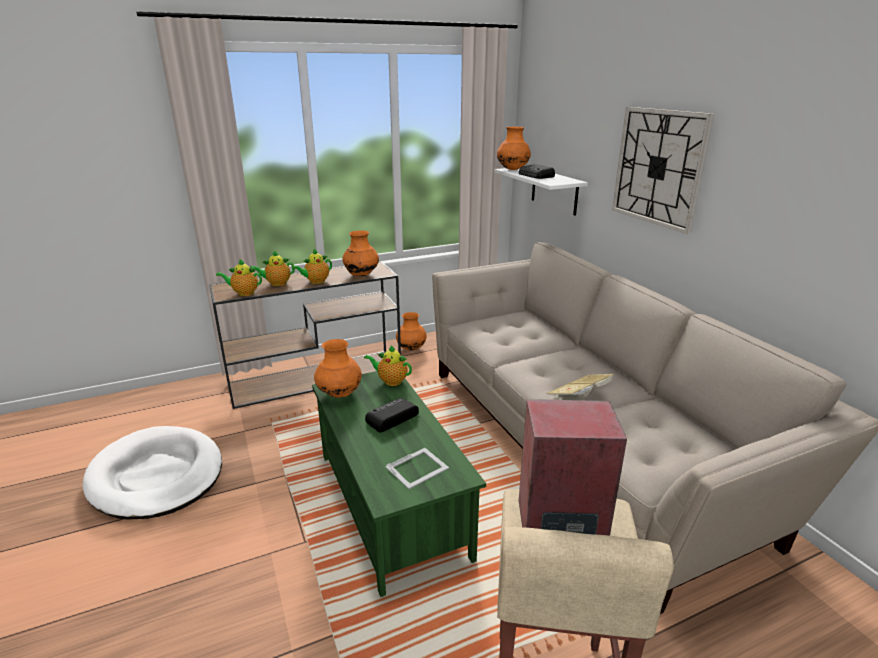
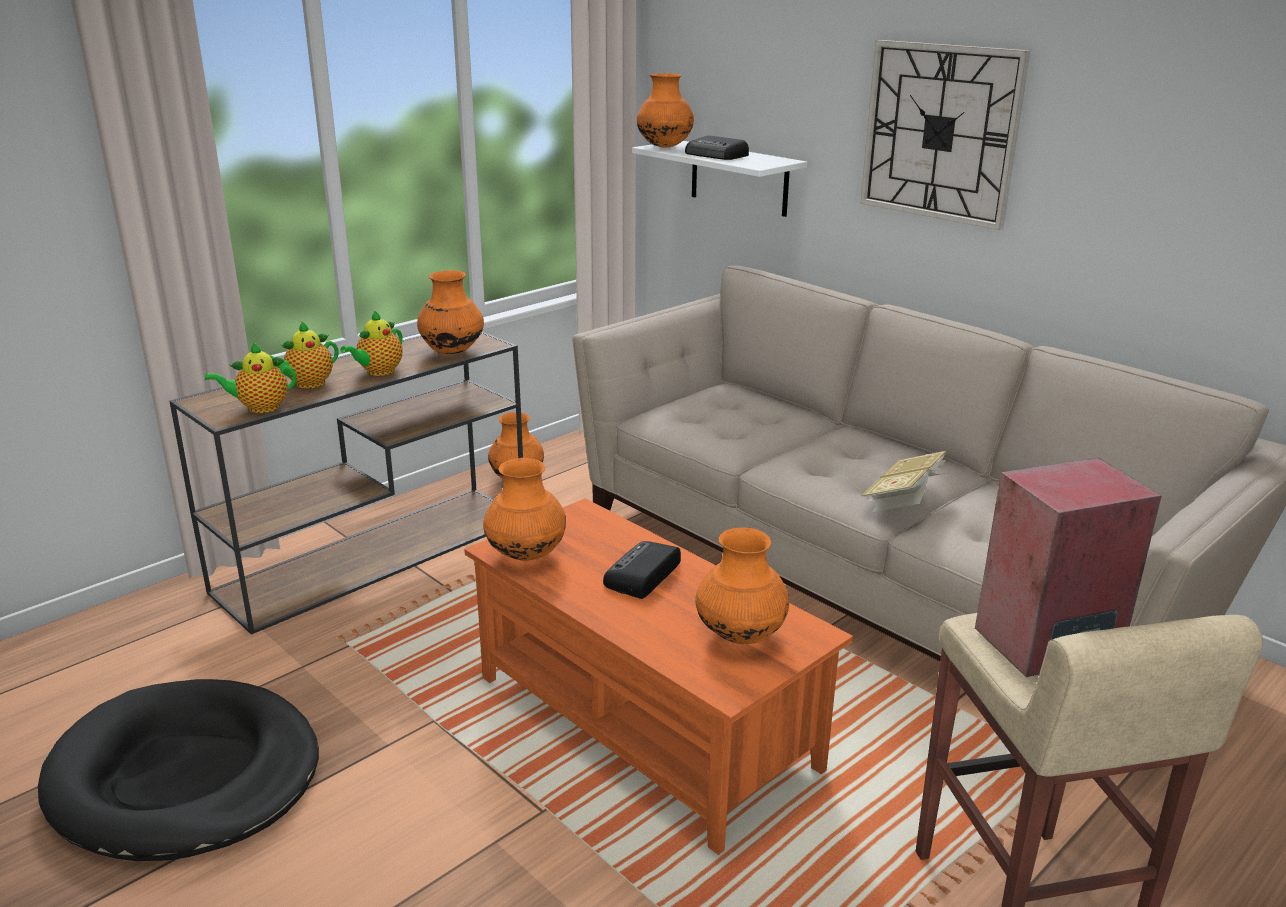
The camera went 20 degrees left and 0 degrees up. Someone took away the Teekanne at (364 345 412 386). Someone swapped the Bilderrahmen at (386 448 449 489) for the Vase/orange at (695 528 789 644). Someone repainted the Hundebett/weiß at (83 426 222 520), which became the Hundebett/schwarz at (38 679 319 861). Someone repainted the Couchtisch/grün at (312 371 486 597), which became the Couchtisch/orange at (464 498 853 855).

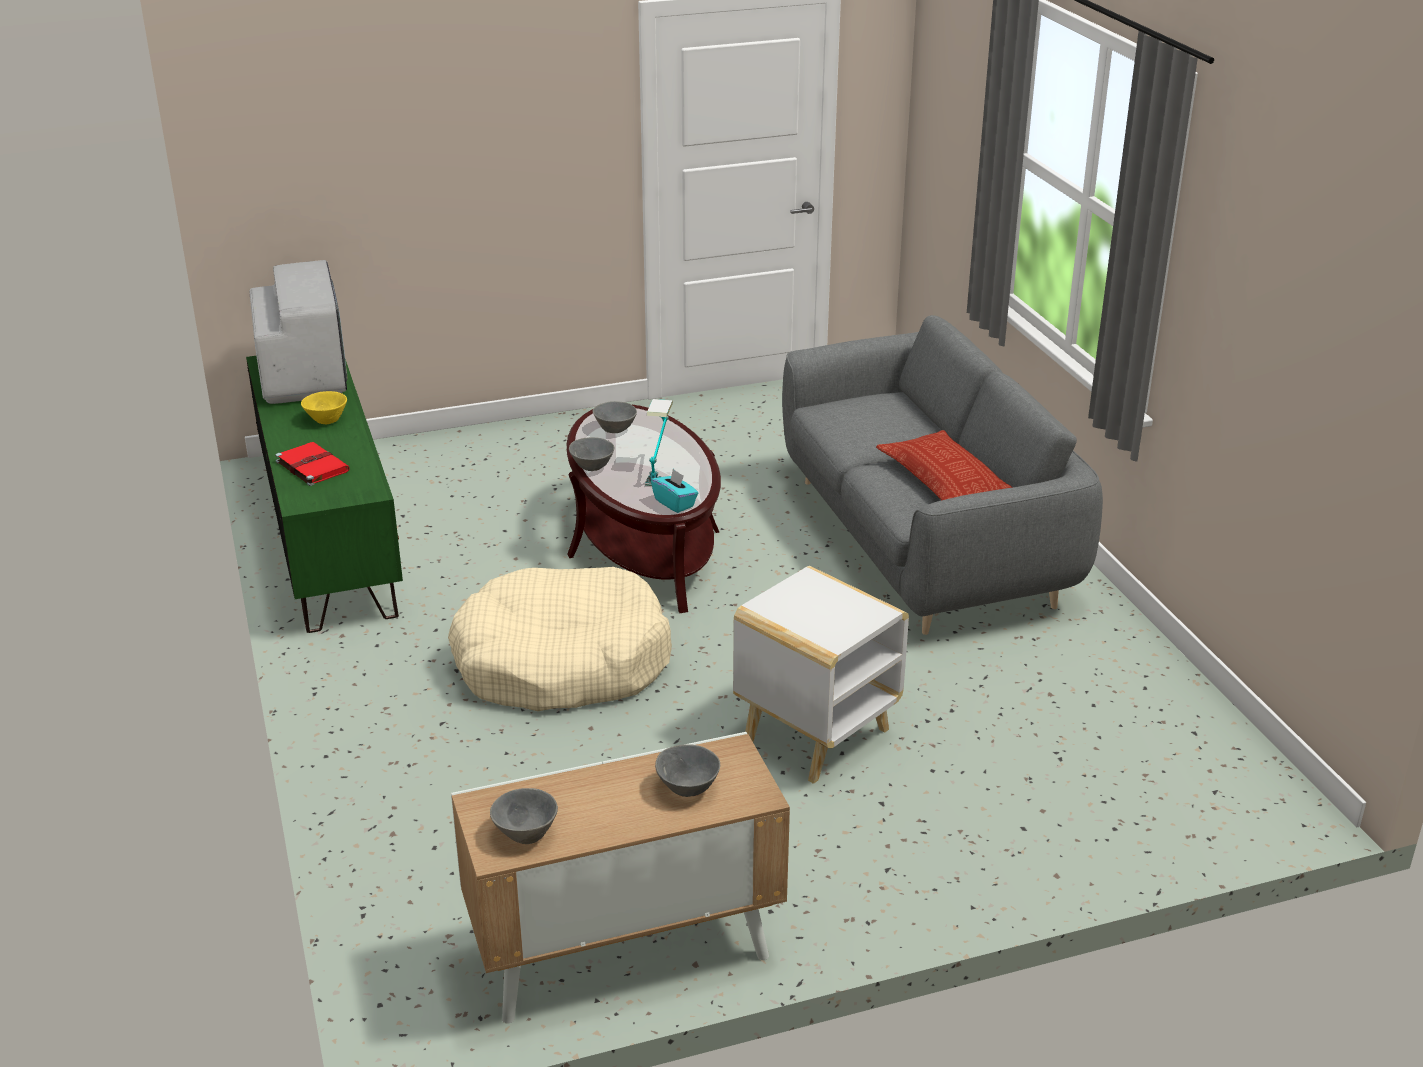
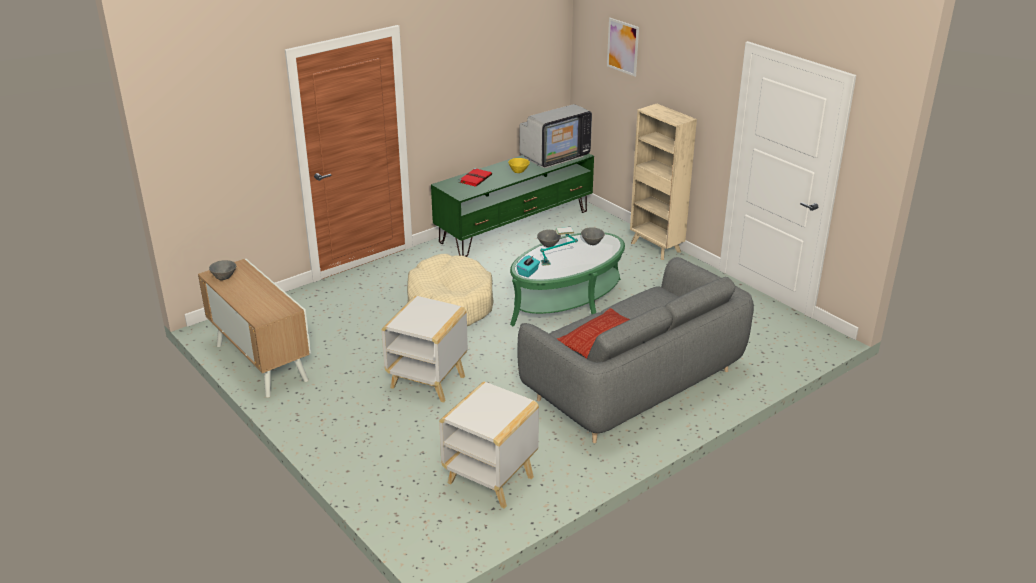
The camera went 70 degrees right and 0 degrees up. Someone took away the Schüssel/grau at (655 744 720 797). Someone put down the Beistelltisch/weiß at (439 381 539 509). Someone put up the Bild at (607 18 639 77). Someone put down the Bücherregal/beige at (630 104 697 260). Someone repainted the Couchtisch/braun at (567 404 721 613), which became the Couchtisch/grün at (510 232 625 326).

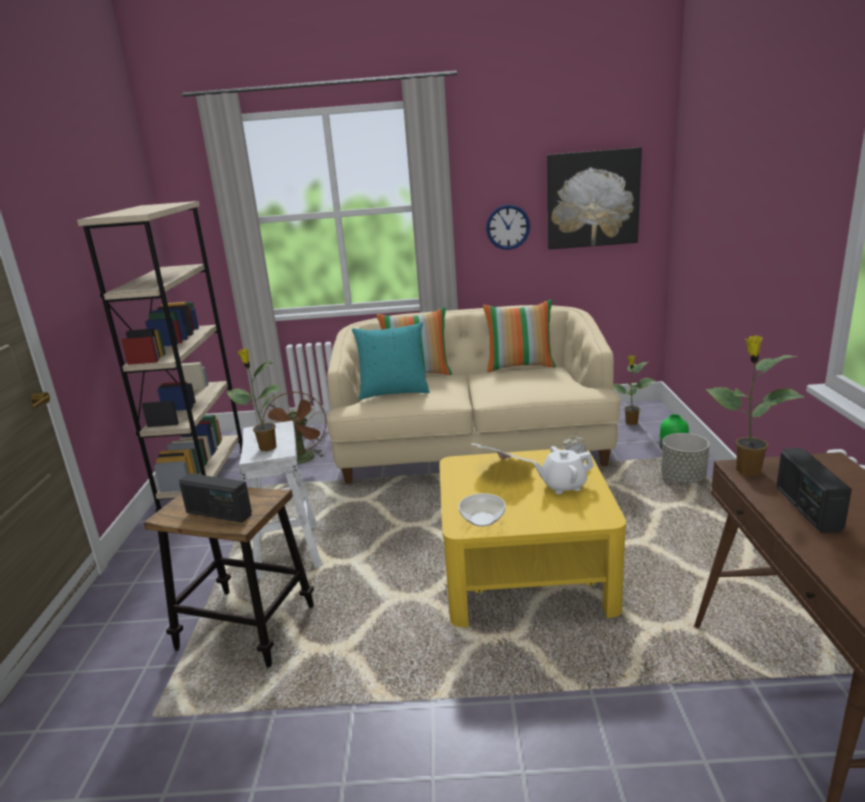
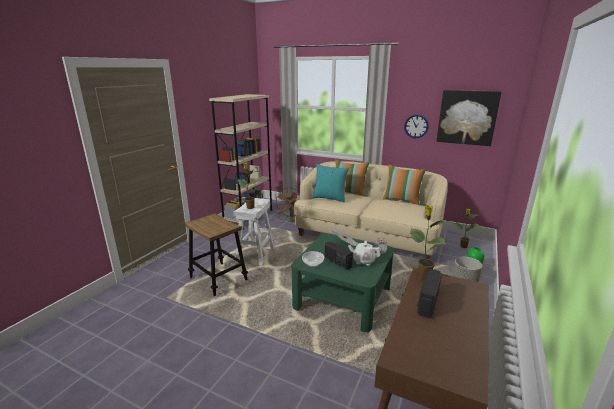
The camera went 25 degrees right and 0 degrees up. Someone carried the Radio from (179 473 252 523) to (325 241 353 270). Someone repainted the Couchtisch/gelb at (439 449 626 627), which became the Couchtisch/grün at (291 233 394 332).

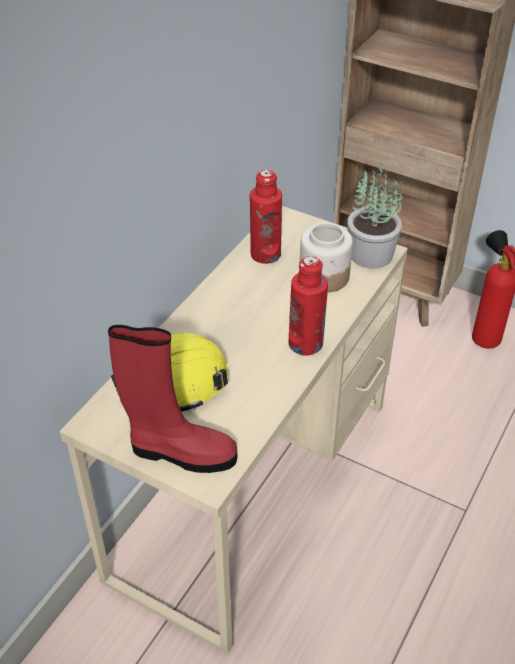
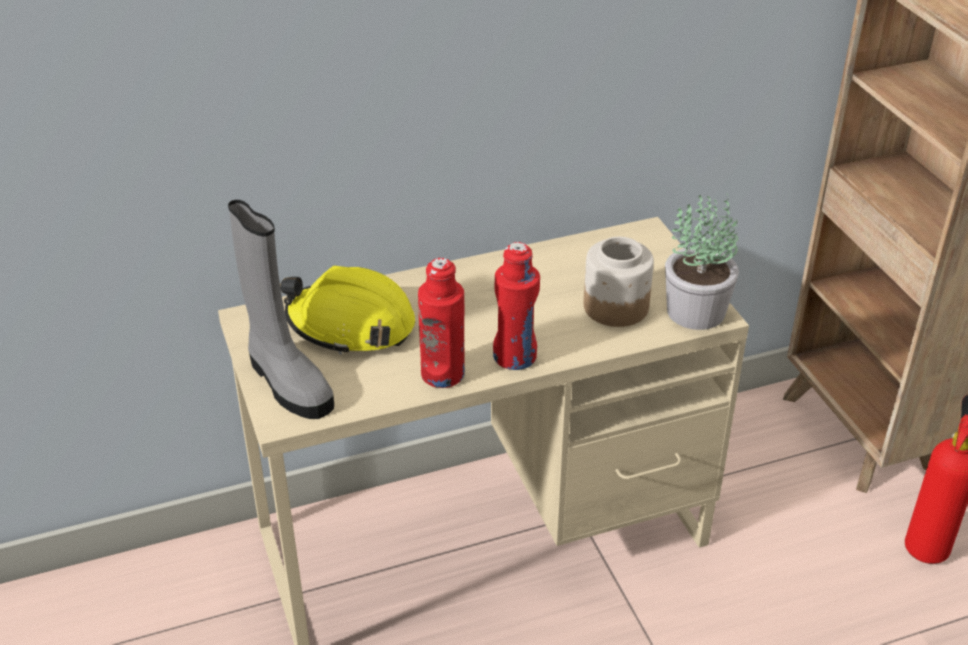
The camera went 40 degrees right and 5 degrees down. Someone carried the Flasche/rot from (250 169 282 264) to (418 258 465 388). Someone repainted the Stiefel/rot at (108 325 237 473), which became the Stiefel/grau at (228 200 334 419).

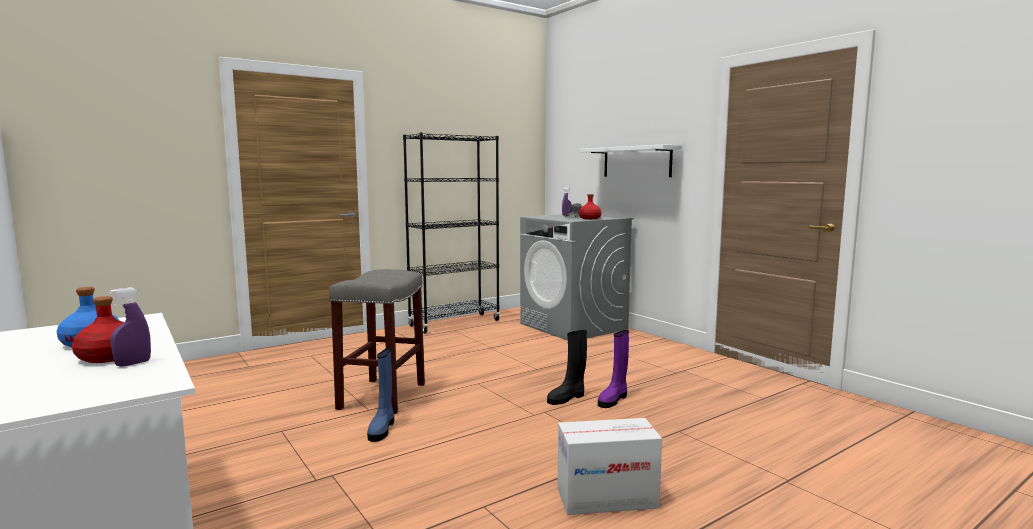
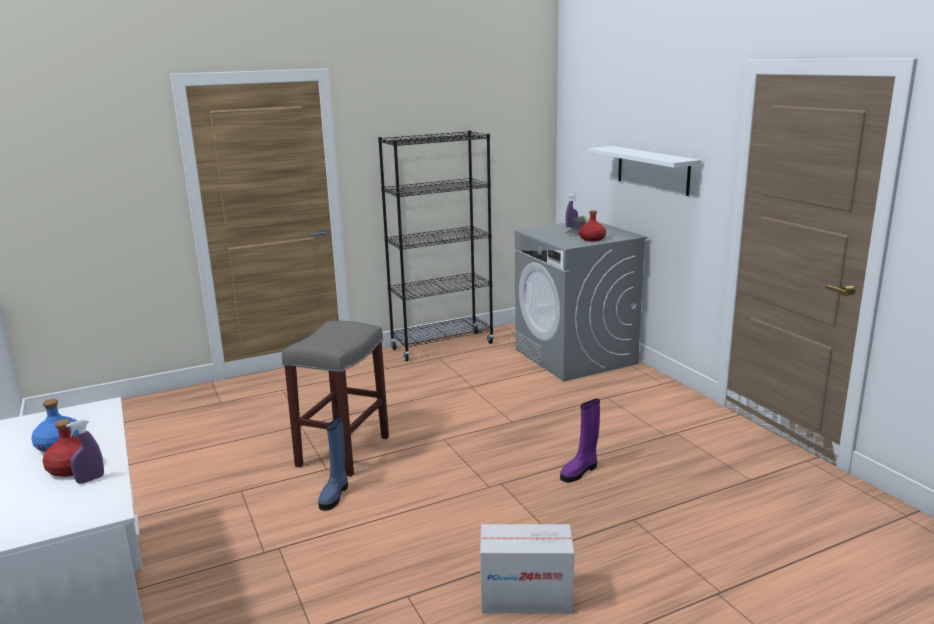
The camera went 10 degrees right and 10 degrees up. Someone took away the Stiefel/schwarz at (547 330 587 405).

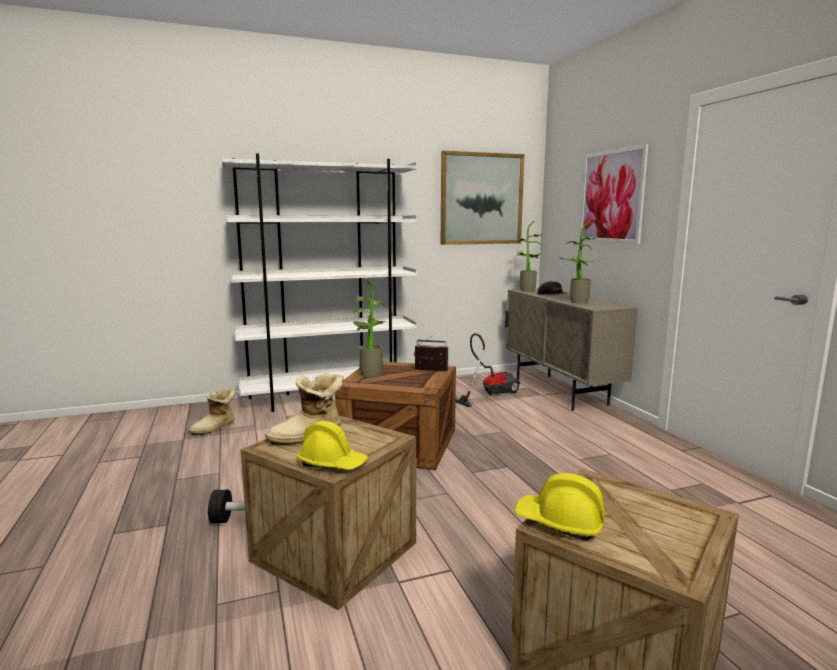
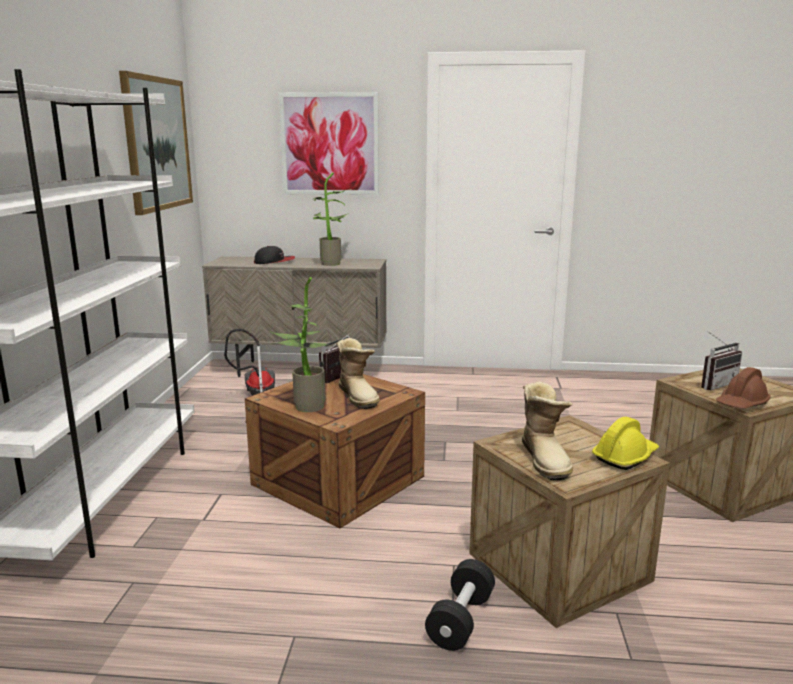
The camera went 65 degrees left and 5 degrees up. Someone took away the Topfpflanze at (517 221 548 292). Someone put down the Radio at (701 331 742 390). Someone carried the Stiefel from (188 389 235 436) to (336 338 380 409). Someone repainted the Schutzhelm/gelb at (515 473 605 541), which became the Schutzhelm/braun at (716 367 771 409).

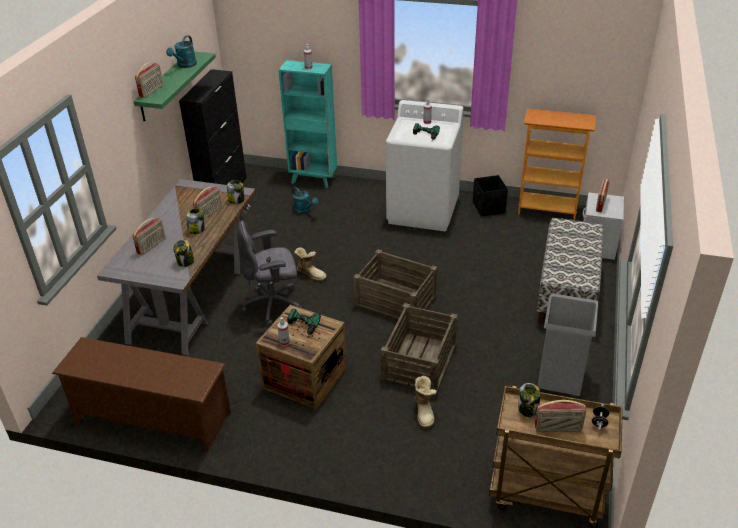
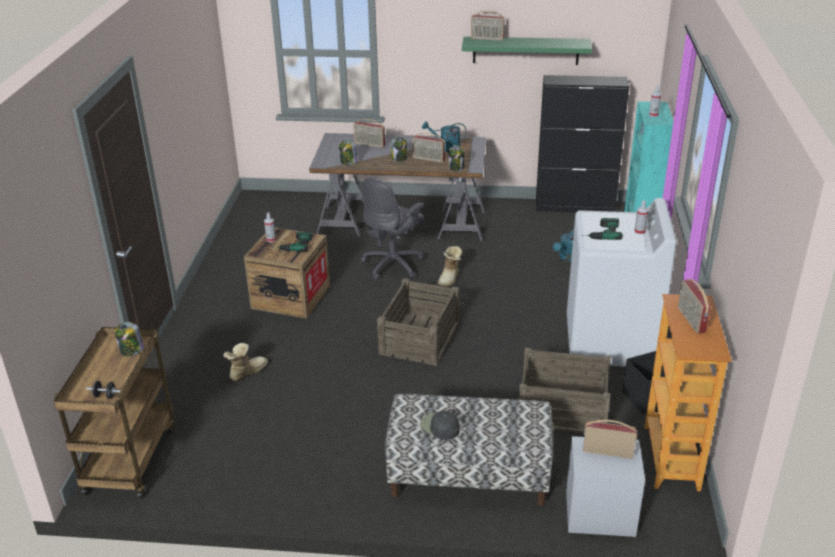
The camera went 80 degrees right and 5 degrees down. Someone took away the Schuhregal/braun at (52 337 231 451). Someone took away the Mülleimer/grau at (537 293 598 396). Someone put down the Kappe/schwarz at (420 411 460 440). Someone carried the Gießkanne/türkis from (166 35 197 68) to (422 121 466 152). Someone carried the Kiste from (381 303 458 393) to (519 348 611 433). Someone carried the Radio from (535 400 586 432) to (678 279 711 333). Someone rotated the Bürostuhl/grau at (237 221 302 326) by 120 degrees counterclockwise. Someone rotated the Stiefel at (415 375 437 428) by 150 degrees clockwise.

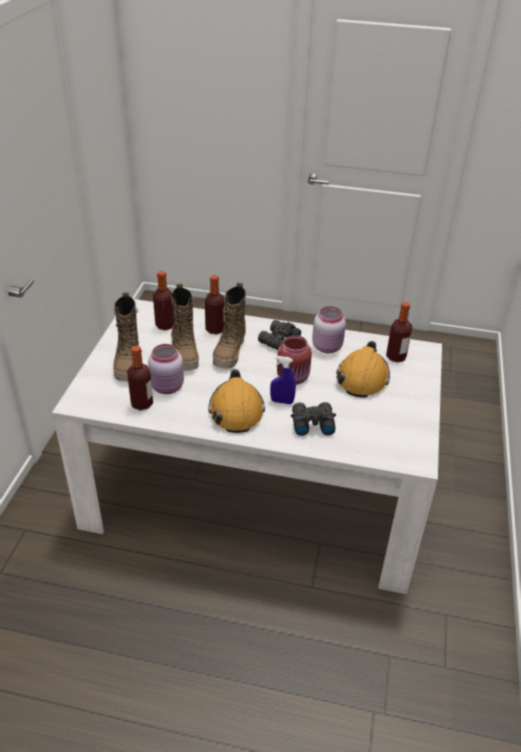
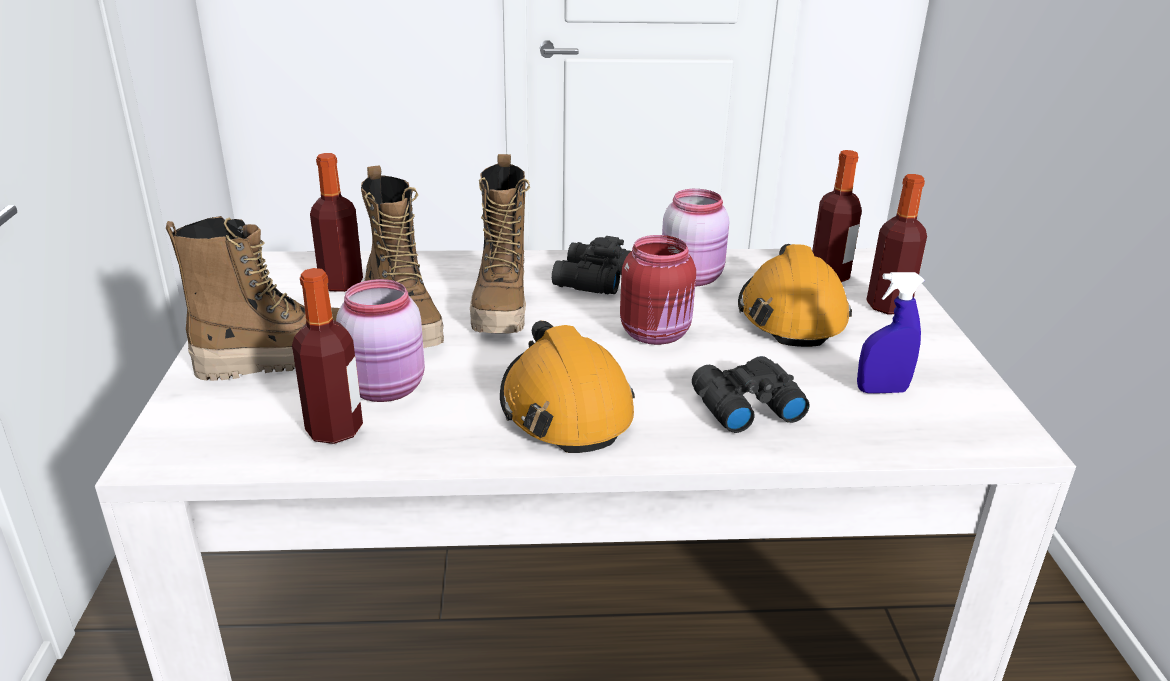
The camera went 15 degrees left and 10 degrees down. Someone carried the Flasche from (205 275 225 334) to (866 174 927 314). Someone carried the Sprühflasche/blau from (270 356 296 404) to (857 272 925 394). Someone rotated the Stiefel at (113 292 139 381) by 90 degrees counterclockwise.

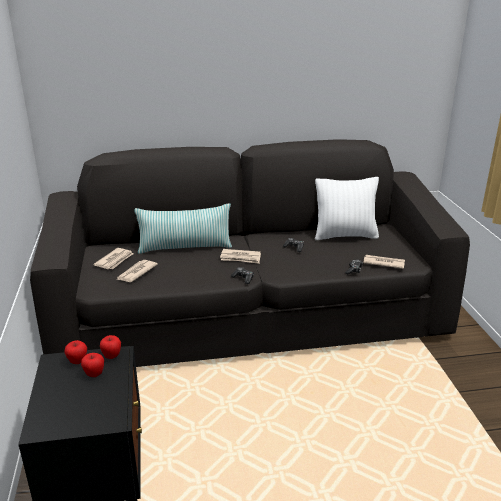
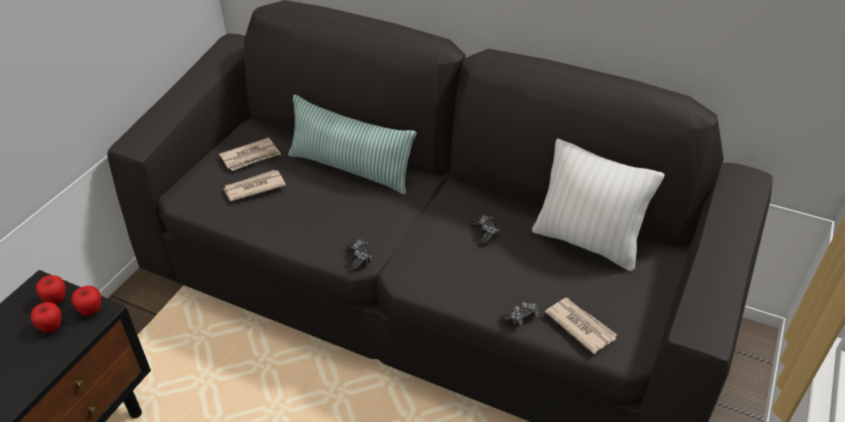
The camera went 35 degrees right and 15 degrees up. Someone took away the Zeitung at (220 249 261 264).

